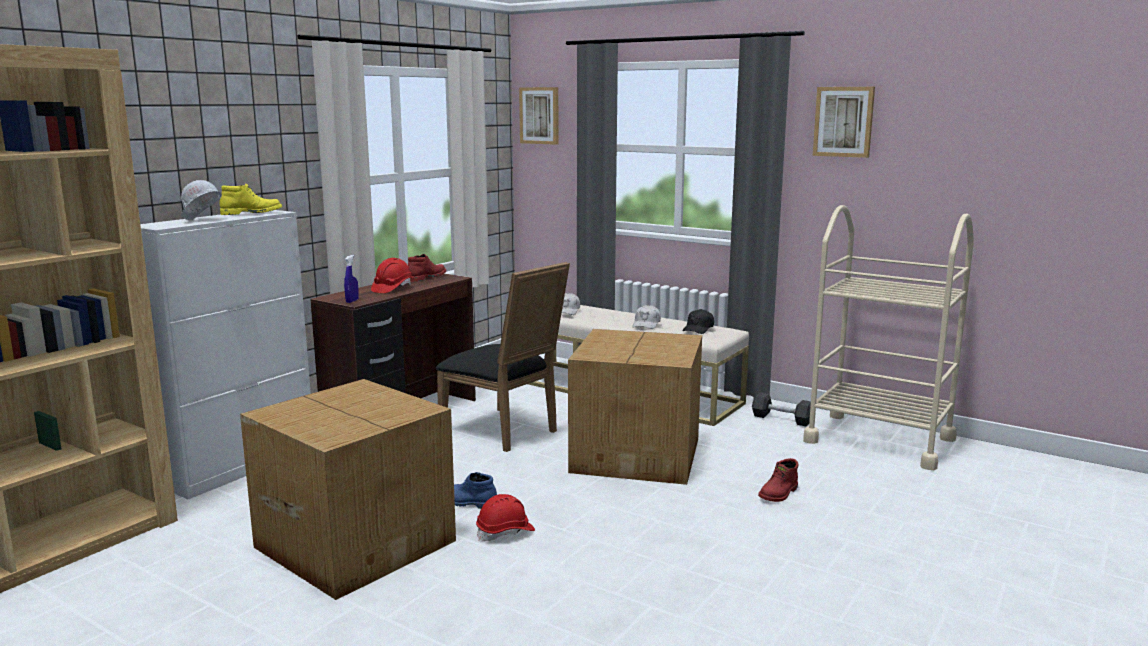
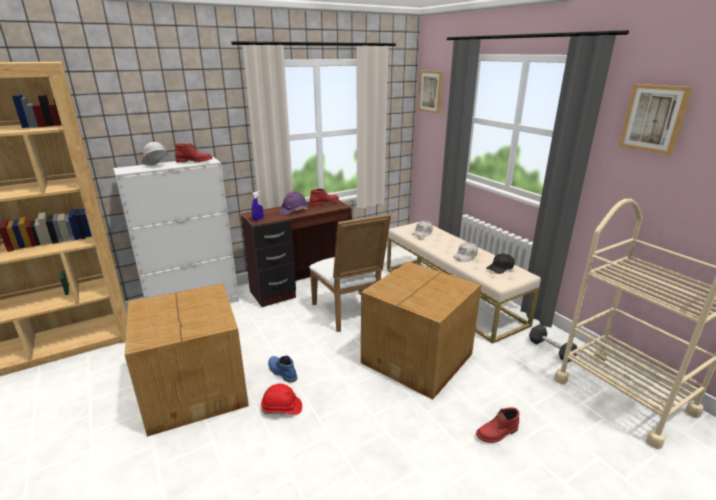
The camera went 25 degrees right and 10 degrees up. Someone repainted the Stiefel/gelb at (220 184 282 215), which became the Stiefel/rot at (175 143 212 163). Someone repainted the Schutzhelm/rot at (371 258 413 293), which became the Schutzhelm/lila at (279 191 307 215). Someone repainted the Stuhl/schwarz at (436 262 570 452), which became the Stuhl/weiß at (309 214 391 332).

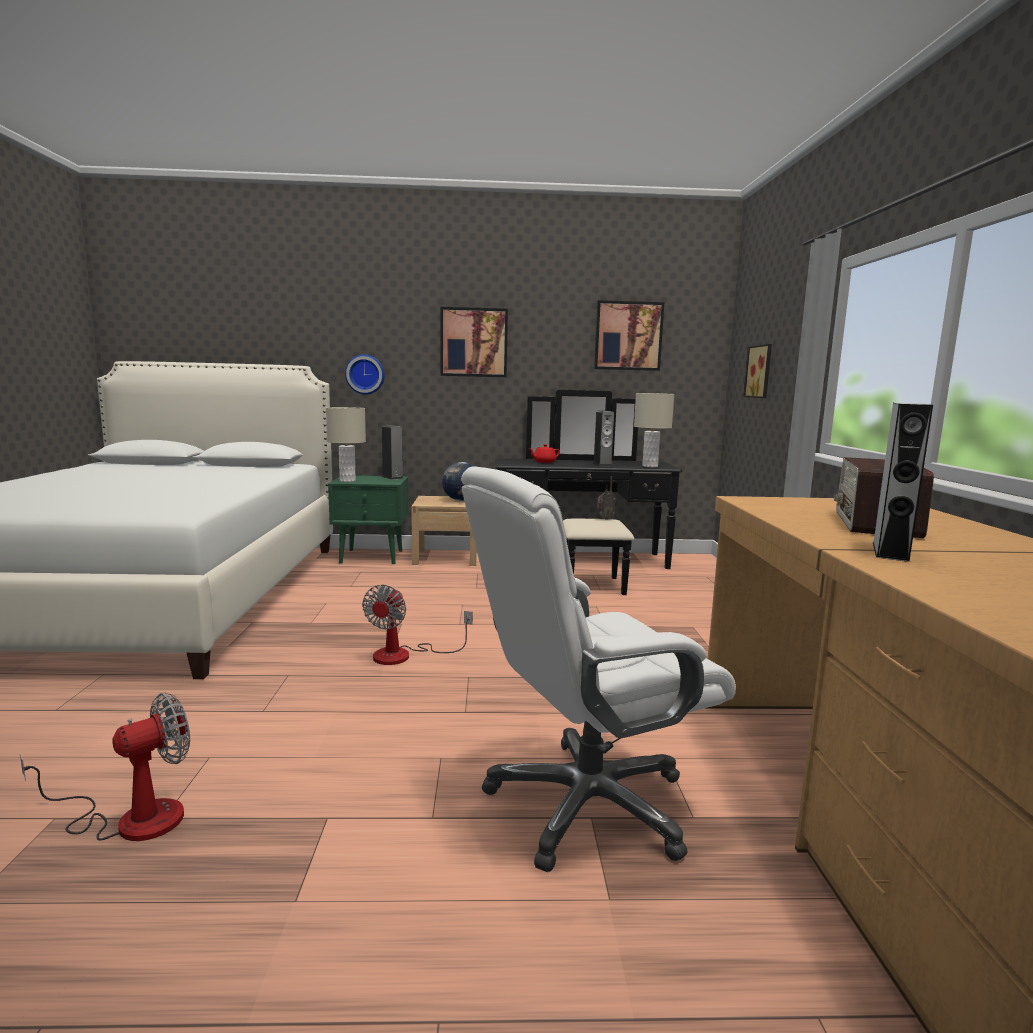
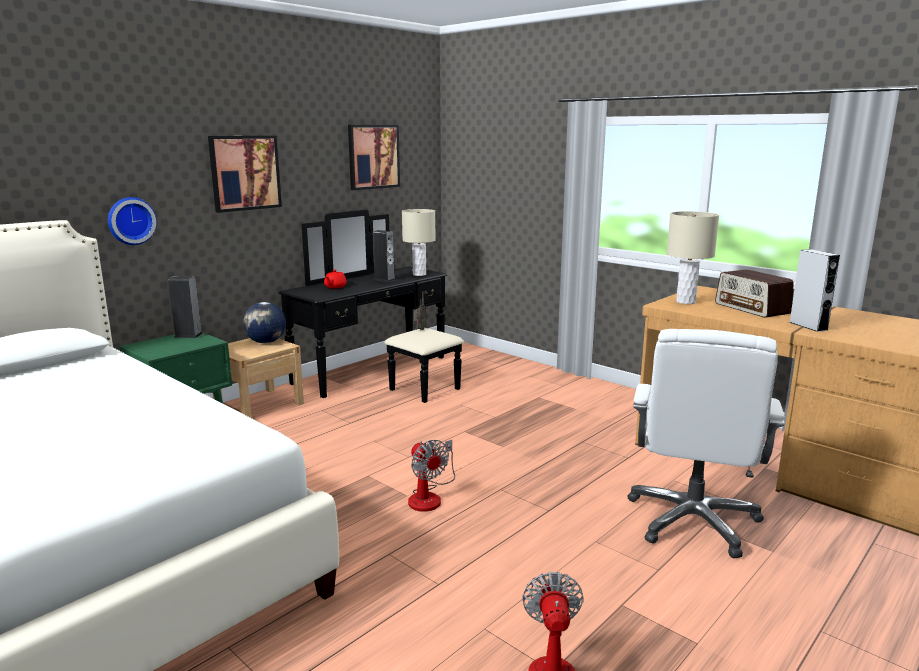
The camera went 45 degrees left and 5 degrees up. Someone took away the Bild at (743 344 772 398). Someone carried the Tischlampe/beige from (326 407 366 482) to (667 211 719 304).

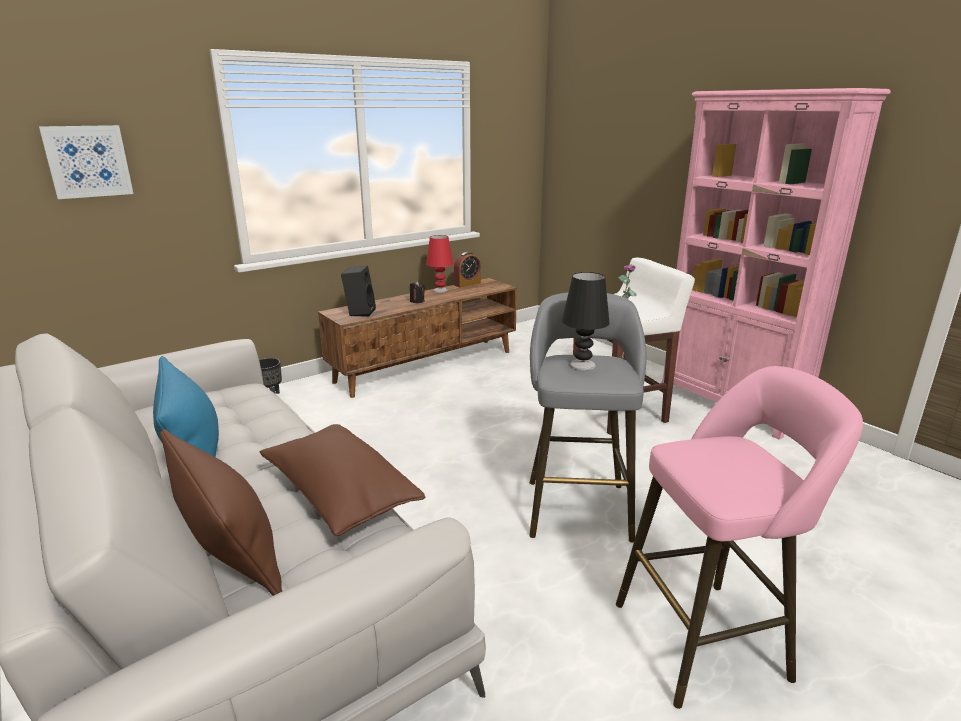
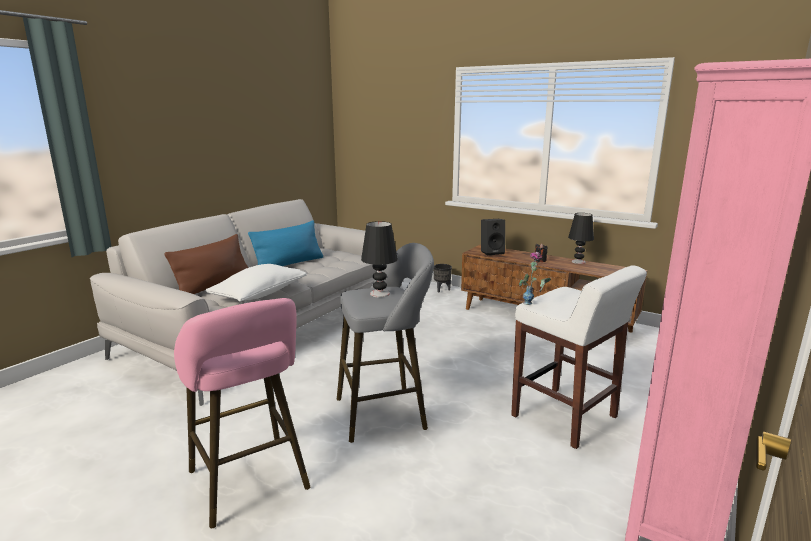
The camera went 70 degrees right and 5 degrees down. Someone took away the Bild at (39 125 134 199). Someone took away the Wecker at (454 252 481 288). Someone repainted the Kissen/braun at (260 424 425 536), which became the Kissen/weiß at (206 264 307 302). Someone repainted the Tischlampe/rot at (426 235 453 293), which became the Tischlampe/schwarz at (568 213 594 264).

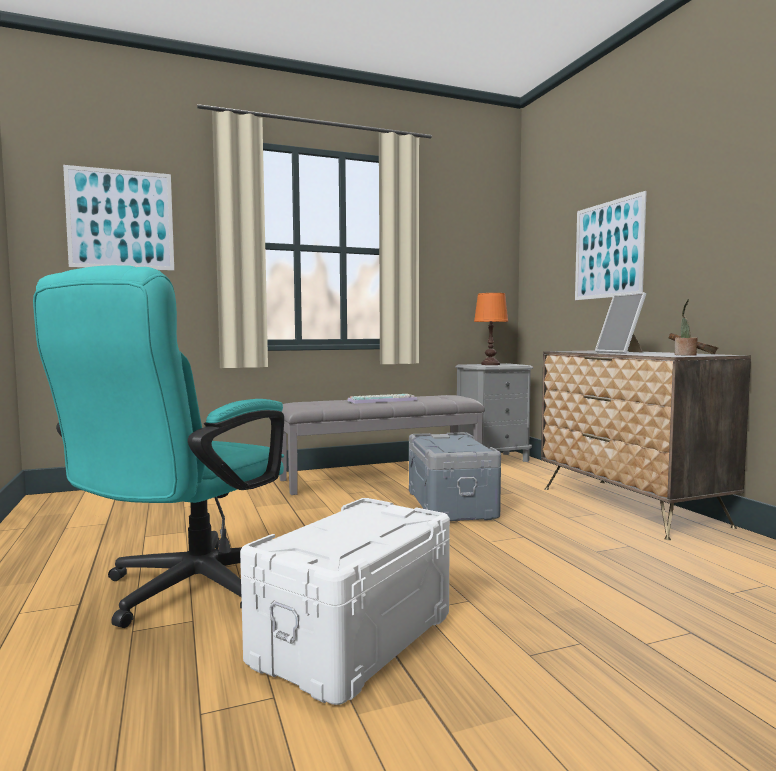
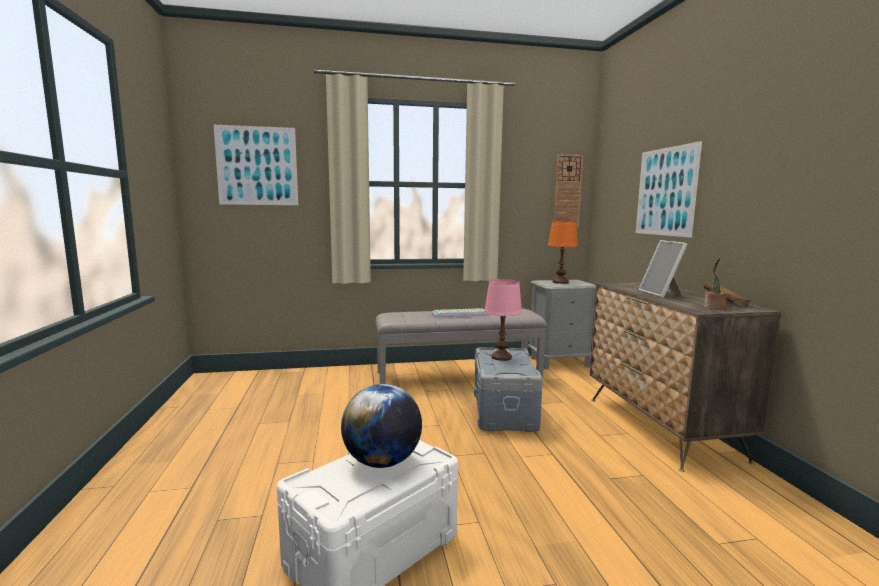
The camera went 10 degrees right and 5 degrees up. Someone took away the Bürostuhl/türkis at (33 265 284 628). Someone put down the Globus at (341 384 422 468). Someone put down the Tischlampe/rosa at (484 279 522 361). Someone put up the Wanduhr at (554 154 583 228).

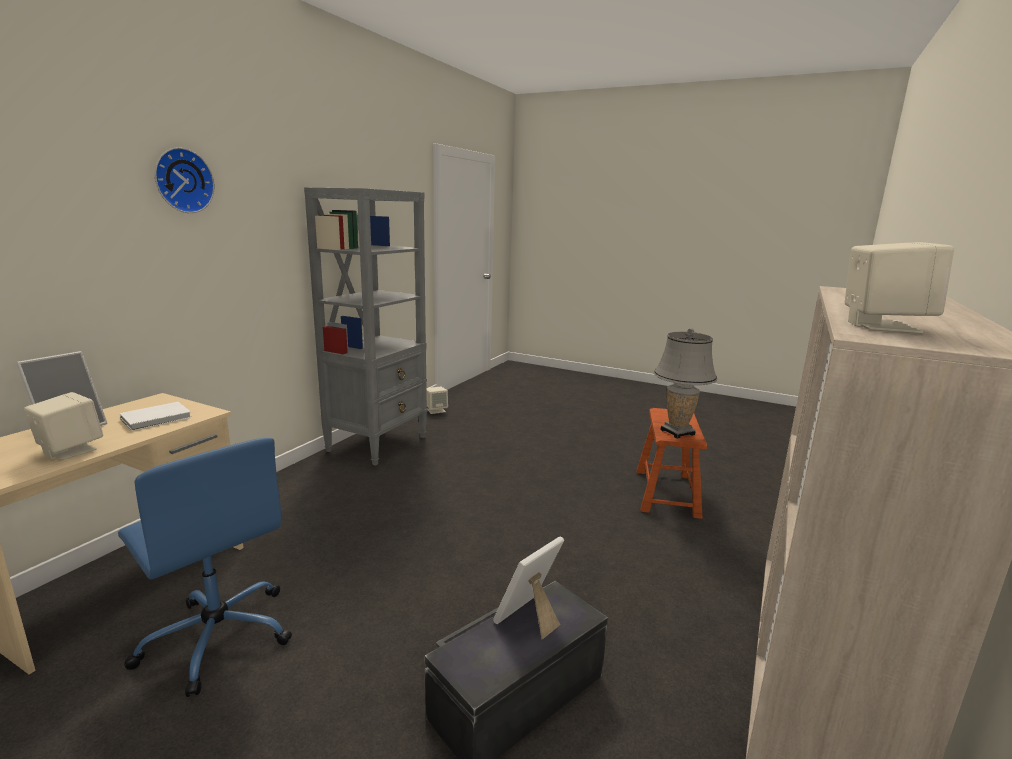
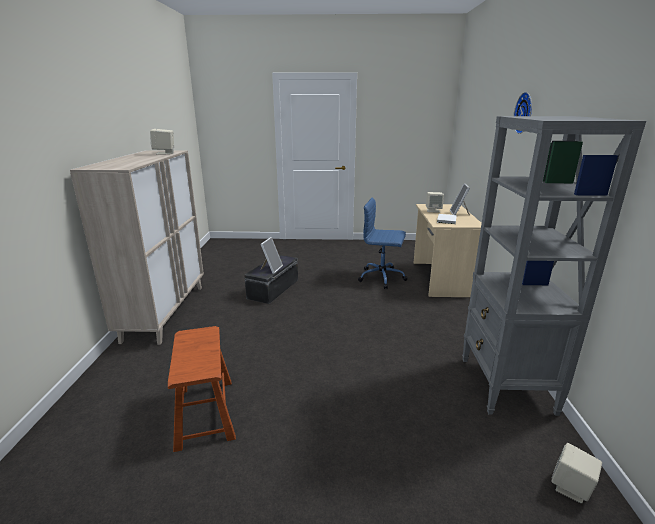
The camera went 155 degrees right and 5 degrees up. Someone took away the Tischlampe/grau at (654 328 717 439).

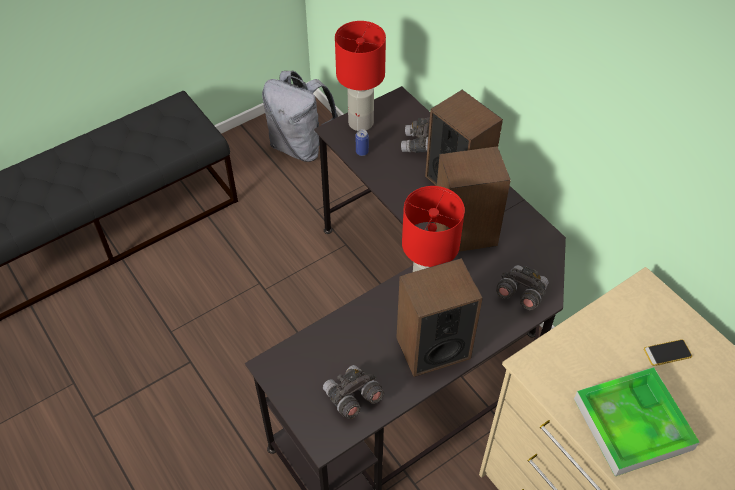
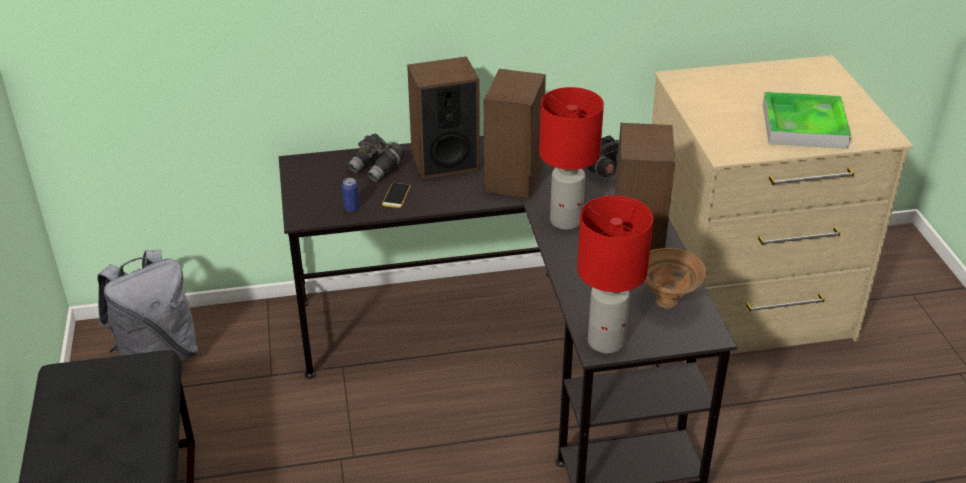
The camera went 65 degrees left and 15 degrees down. Someone carried the Tischlampe/rot from (335 21 386 131) to (577 195 653 354). Someone carried the Handy from (644 339 692 366) to (382 183 411 208). Someone swapped the Fernglas/grau at (323 365 384 419) for the Schüssel/braun at (644 248 706 309).

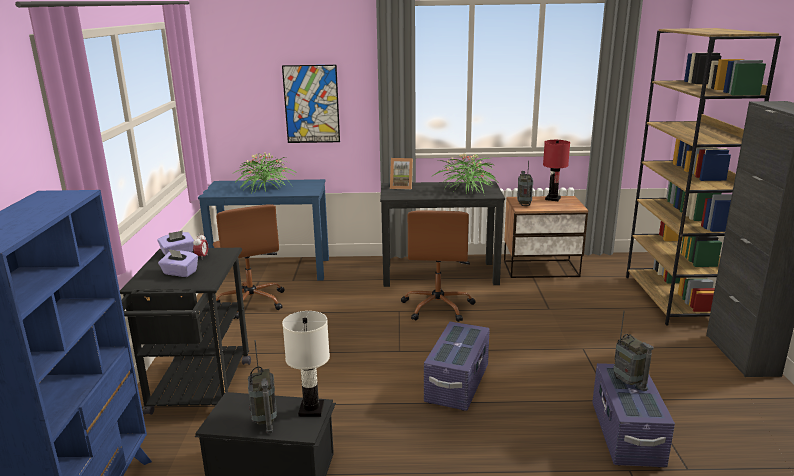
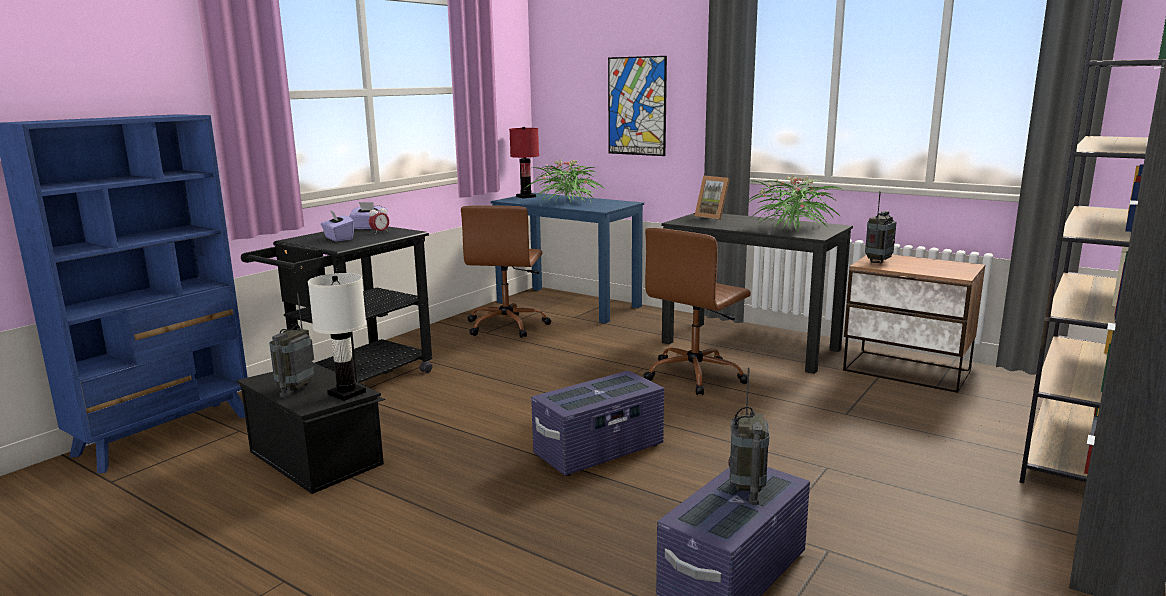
The camera went 35 degrees right and 5 degrees down. Someone carried the Tischlampe/rot from (543 140 570 201) to (509 127 539 198).

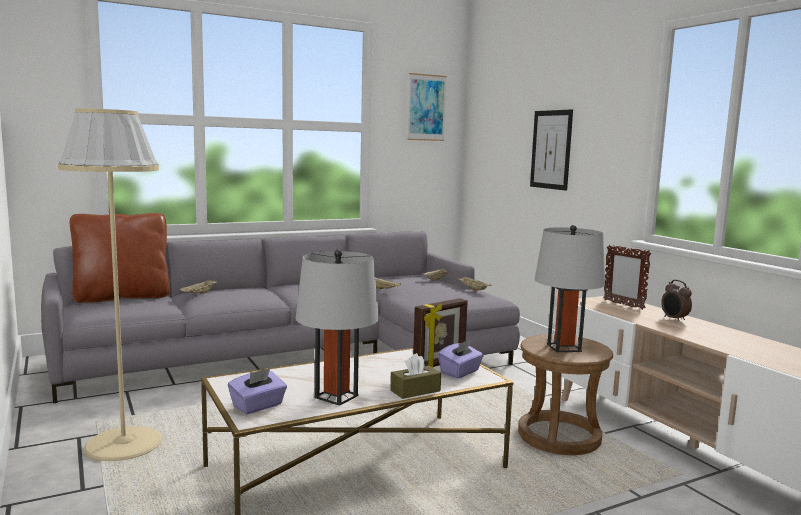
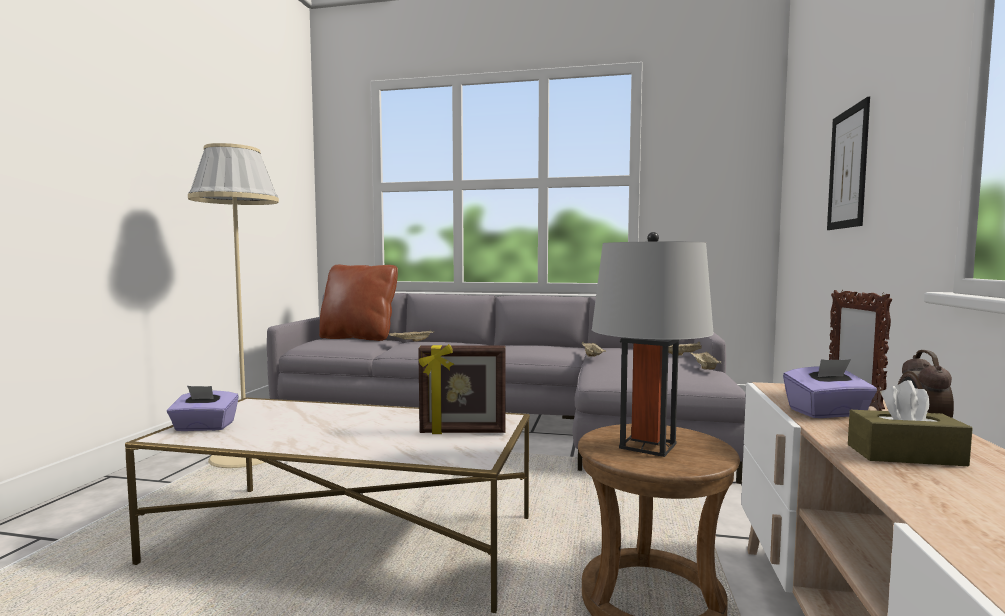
The camera went 40 degrees right and 5 degrees down. Someone took away the Tischlampe/grau at (296 249 379 406). Someone took away the Bild at (407 73 447 141). Someone carried the Taschentuchbox/braun from (390 353 441 399) to (848 380 973 466). Someone carried the Taschentuchbox/lila from (438 340 484 379) to (783 359 877 418).

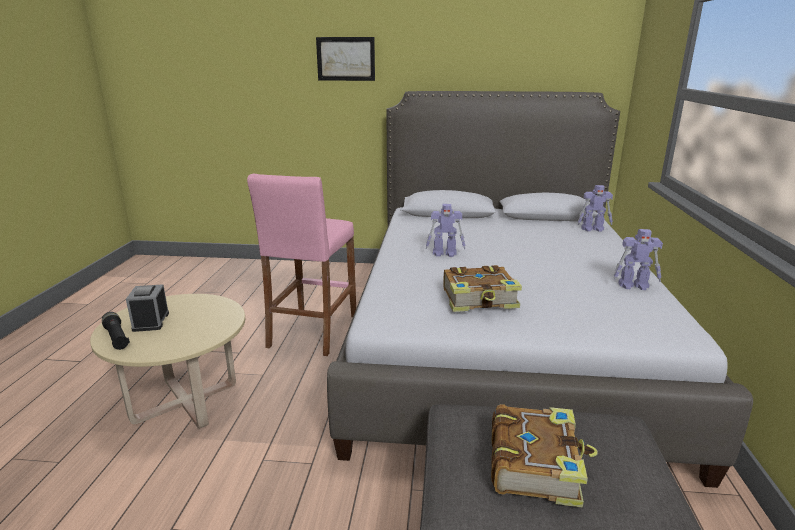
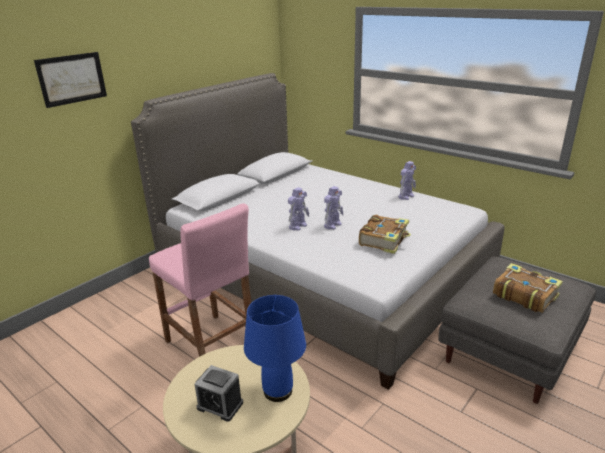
The camera went 55 degrees left and 5 degrees up. Someone took away the Taschenlampe/schwarz at (102 312 130 350). Someone put down the Tischlampe/blau at (244 295 306 402). Someone carried the Spielzeugroboter from (578 185 613 232) to (324 186 343 229).

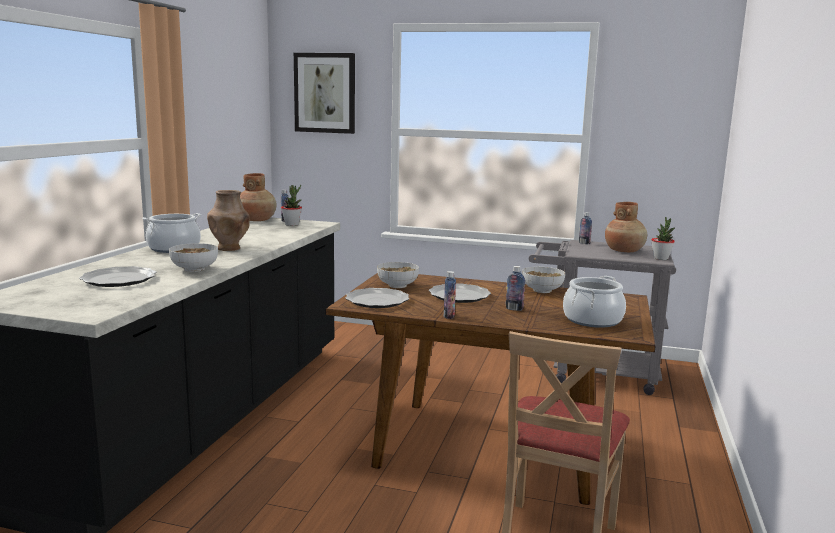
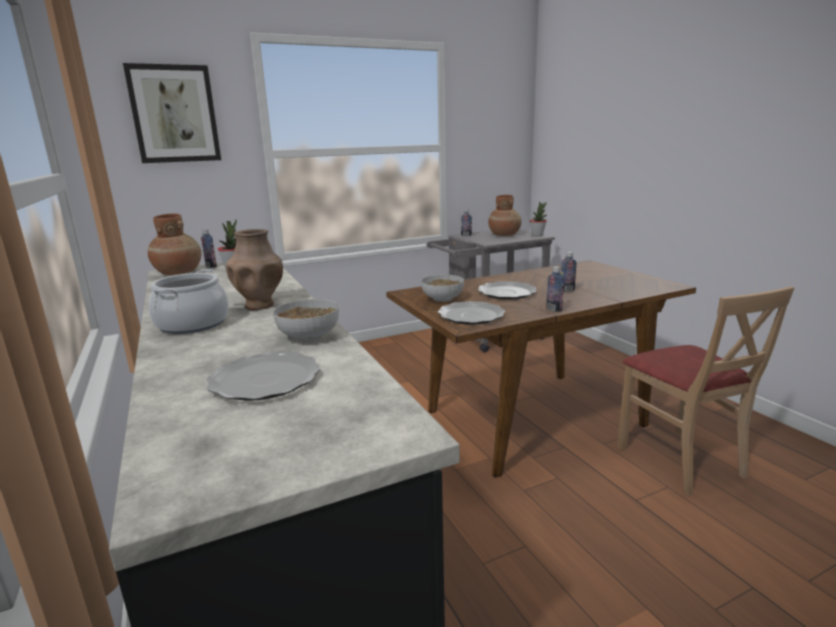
The camera went 40 degrees left and 5 degrees up. Someone took away the Schüssel at (522 267 565 293). Someone took away the Kochtopf at (563 276 626 328).

